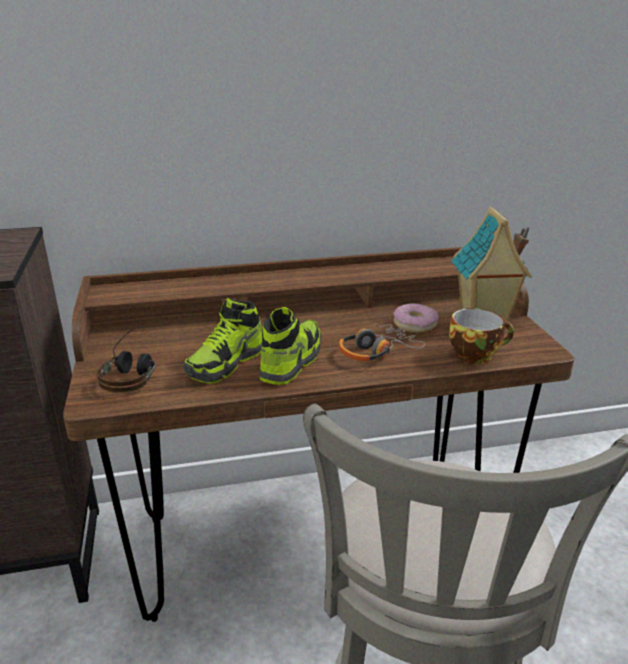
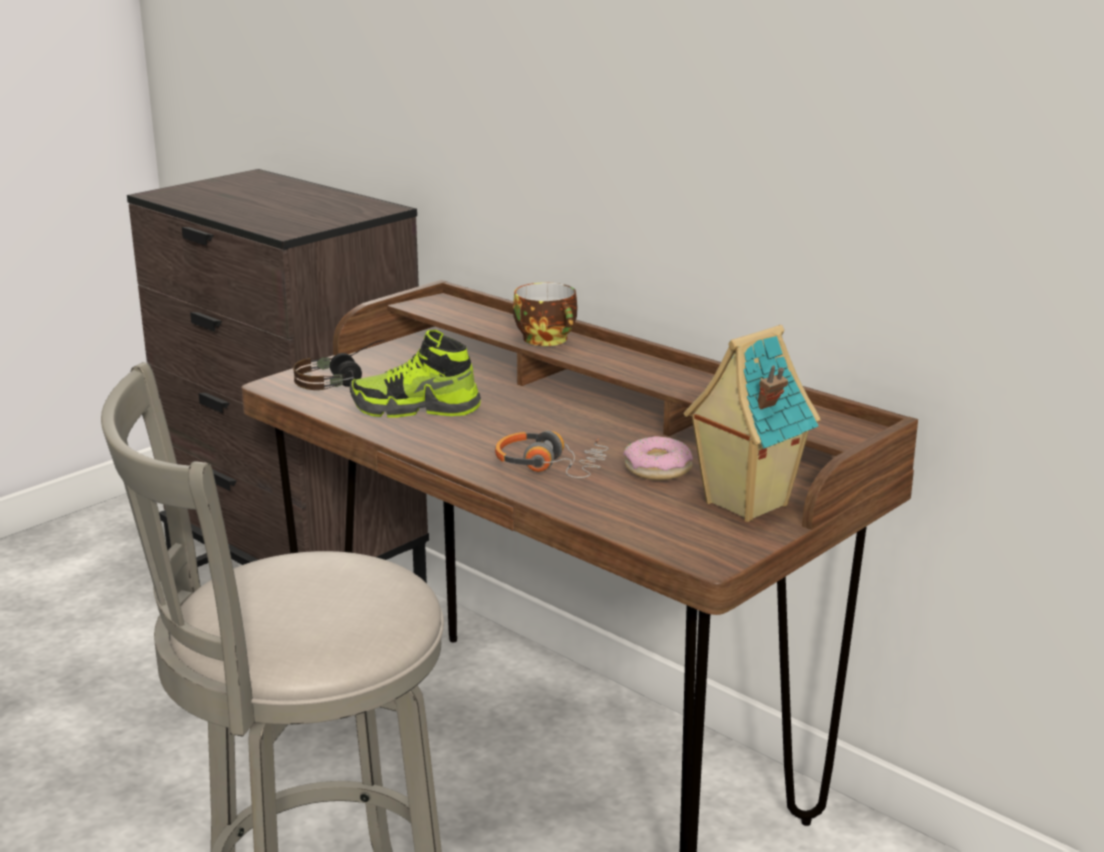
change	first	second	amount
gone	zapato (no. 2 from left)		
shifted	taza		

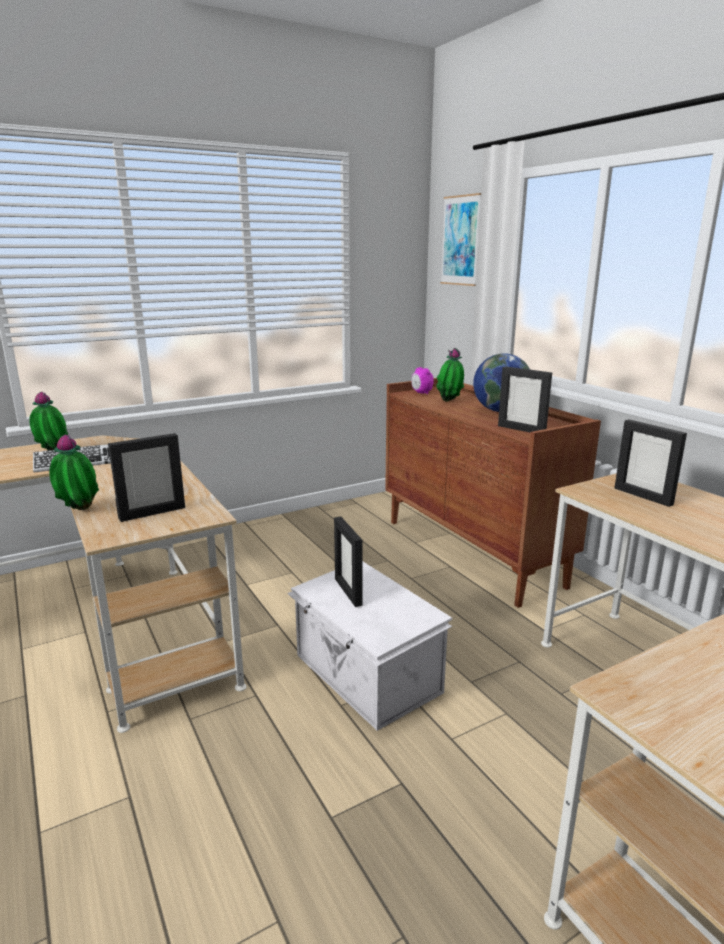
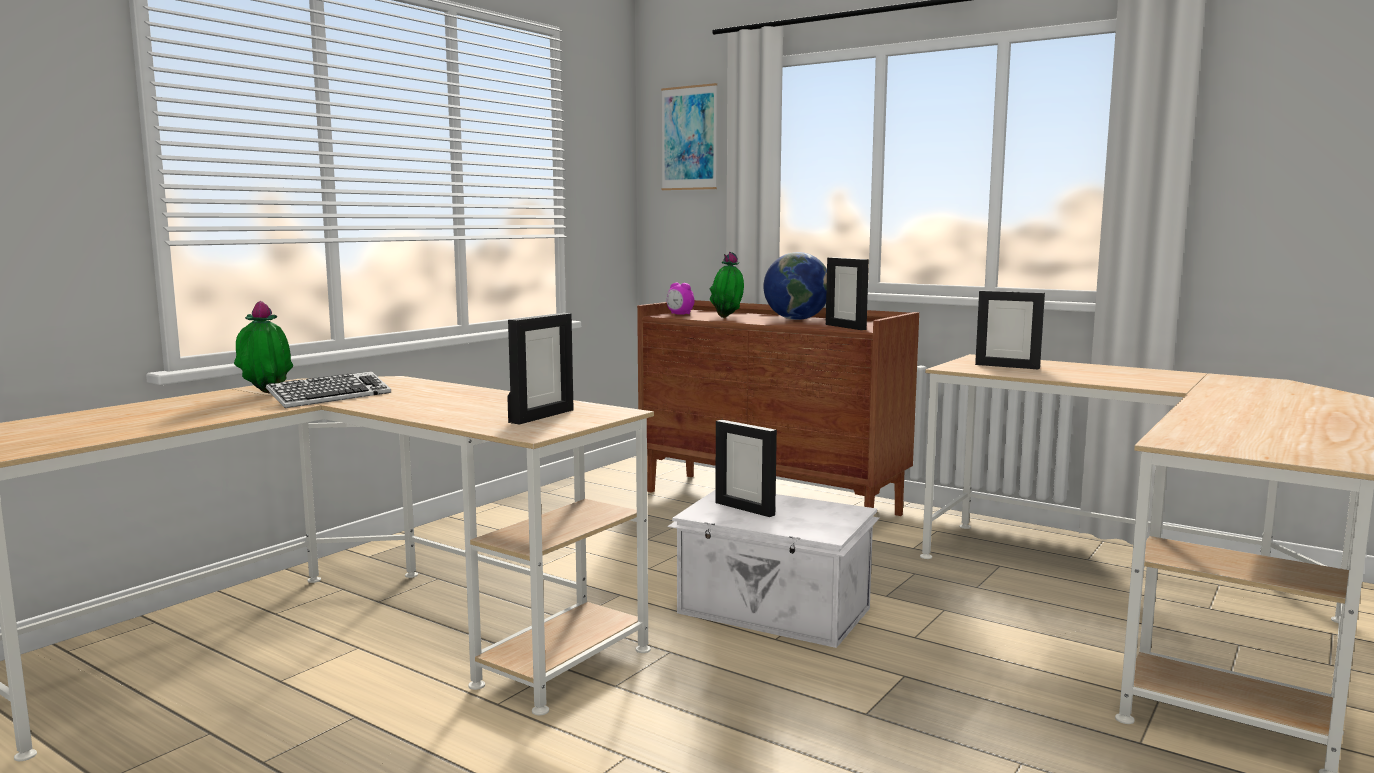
change	first	second	amount
rotated	portarretratos (no. 3 from left)		45 degrees clockwise
gone	planta en maceta (no. 2 from left)		

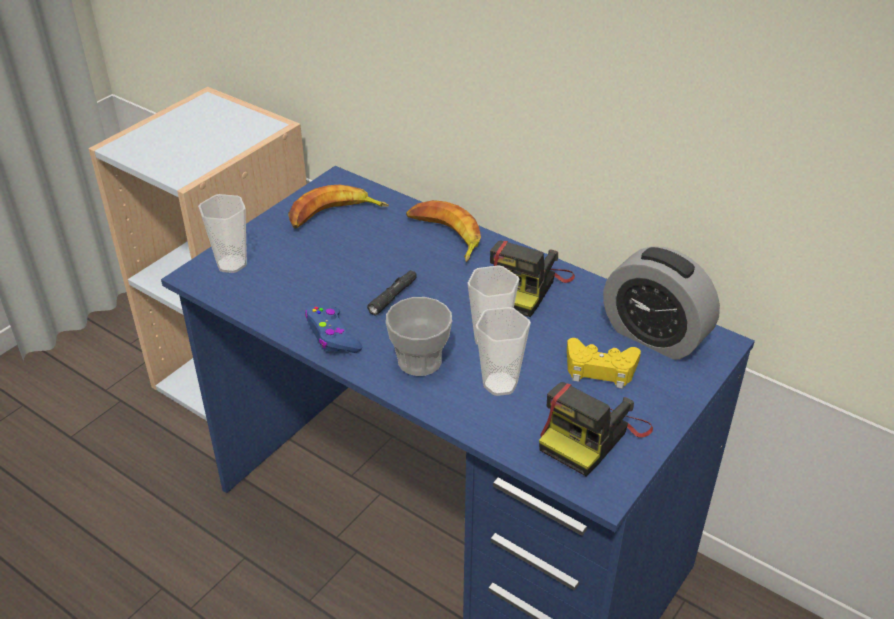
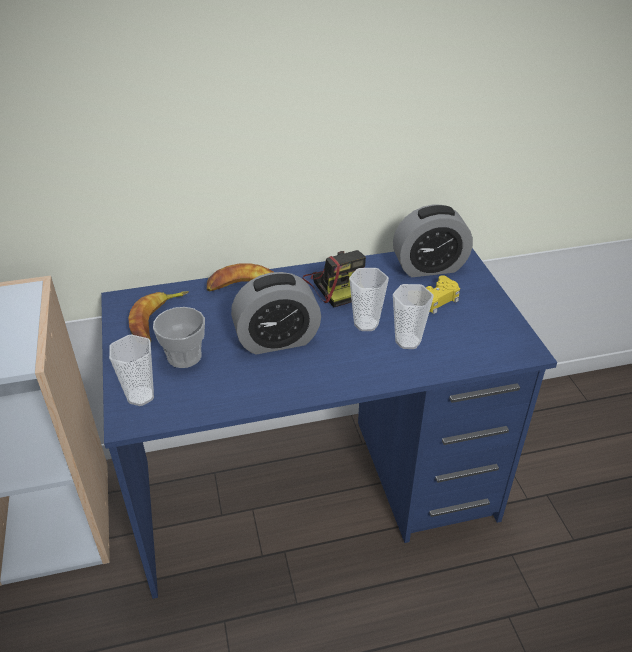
change	first	second	amount
swapped	linterna [negro]	despertador (no. 1 from left)	
shifted	taza (no. 2 from left)		
gone	mando de consola [azul]		
gone	cámara (no. 2 from left)		

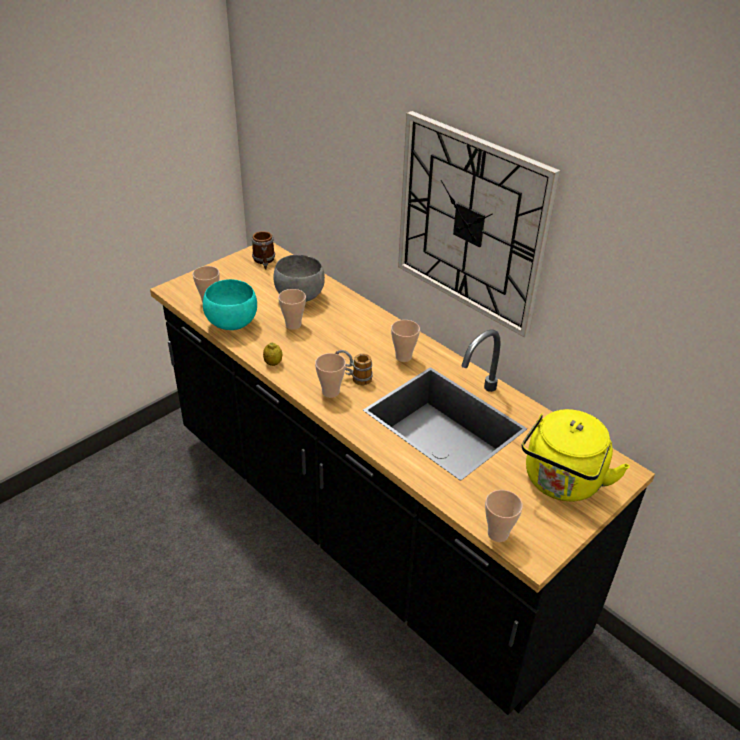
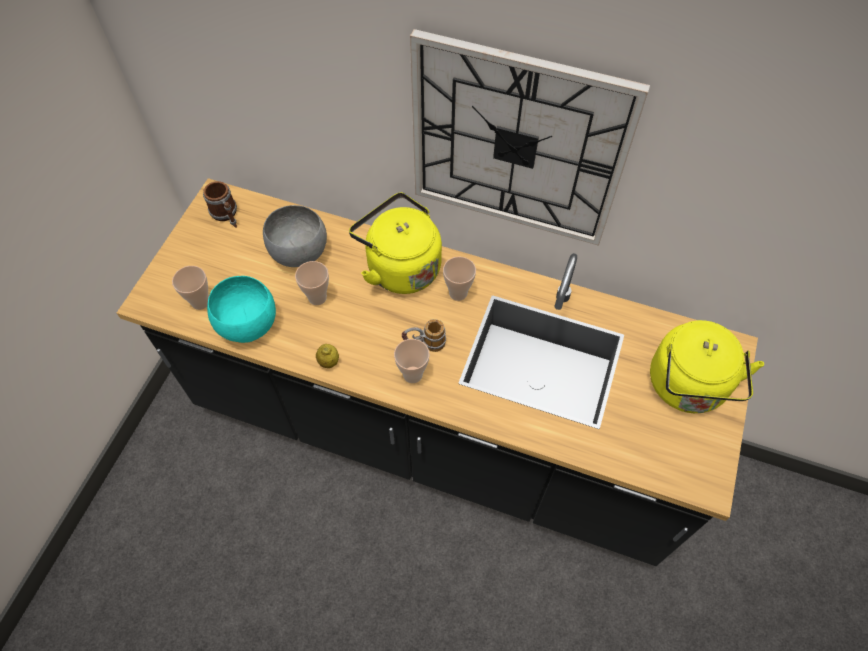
change	first	second	amount
gone	taza (no. 5 from left)		
new		hervidor [amarillo] (no. 1 from left)	

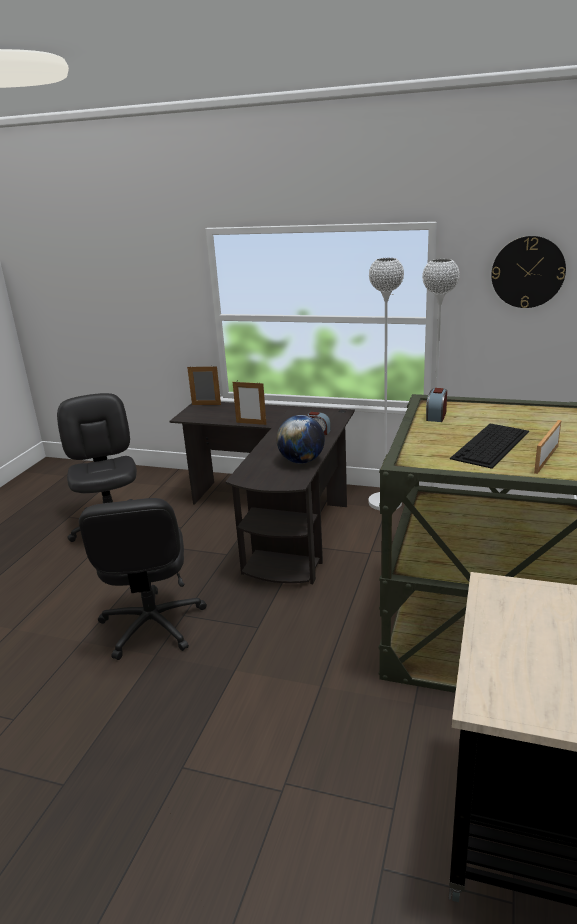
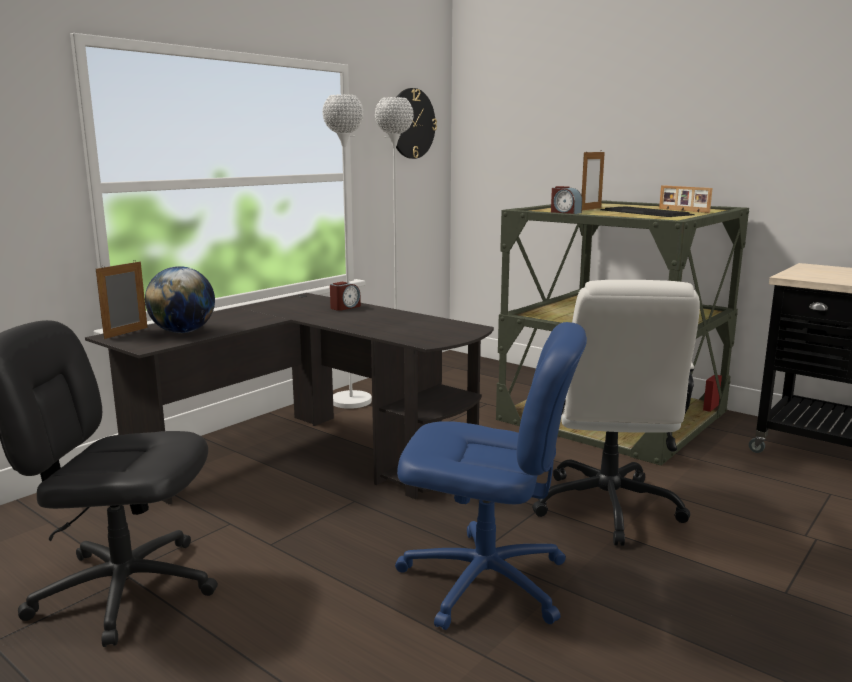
change	first	second	amount
shifted	portarretratos (no. 2 from left)		
shifted	globo terráqueo		
repainted	silla de oficina [negro] (no. 2 from left)	silla de oficina [azul]	
new		silla de oficina [blanco]	

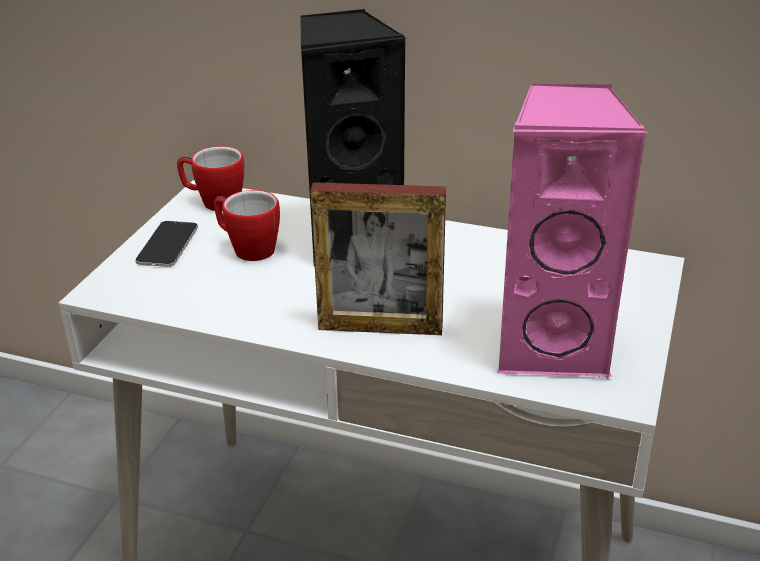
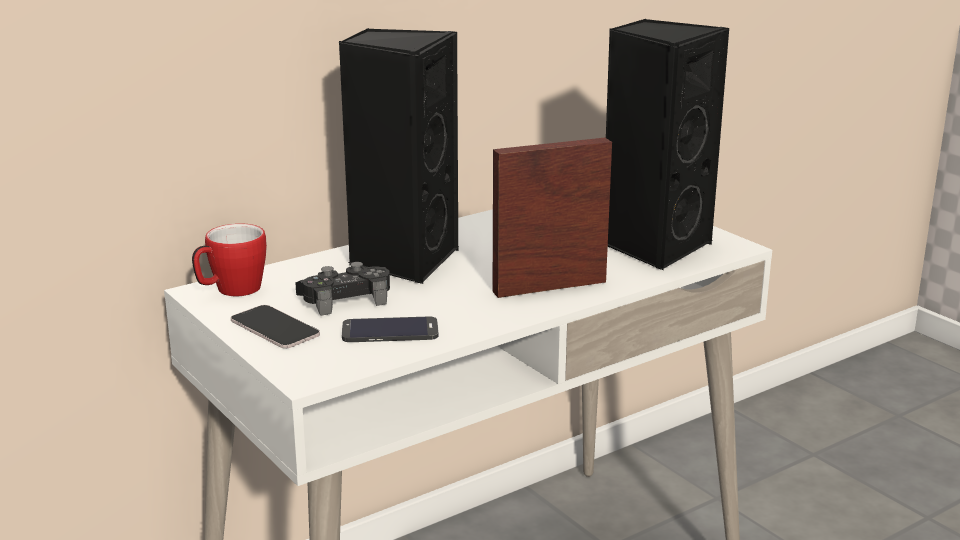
change	first	second	amount
repainted	altavoz [rosa]	altavoz [negro] (no. 2 from left)	
rotated	portarretratos		150 degrees counterclockwise
swapped	taza grande (no. 2 from left)	mando de consola [negro]	
new		móvil (no. 2 from left)	

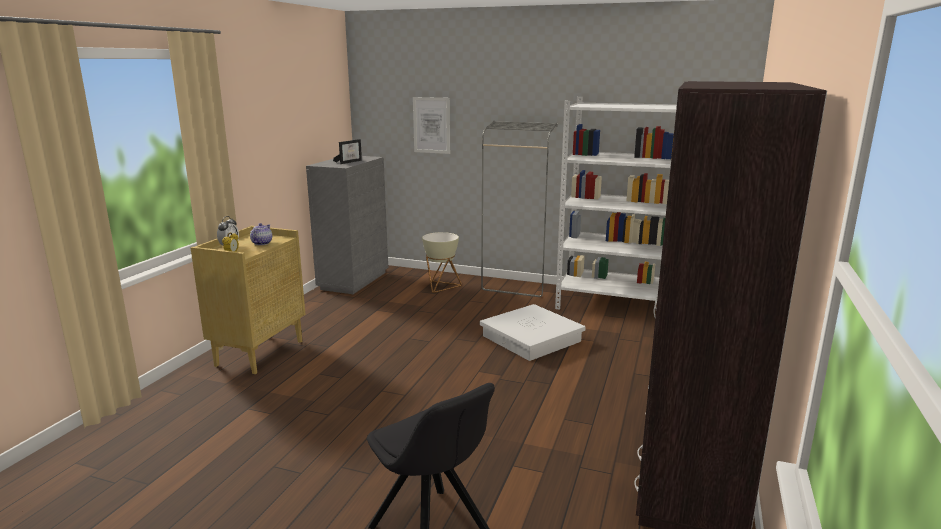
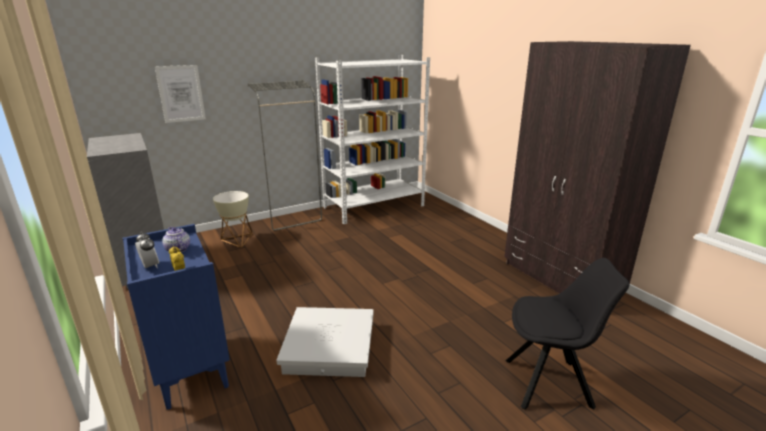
change	first	second	amount
gone	portarretratos		
repainted	armario [beis]	armario [azul]	
shifted	caja de almacenaje [blanco]		

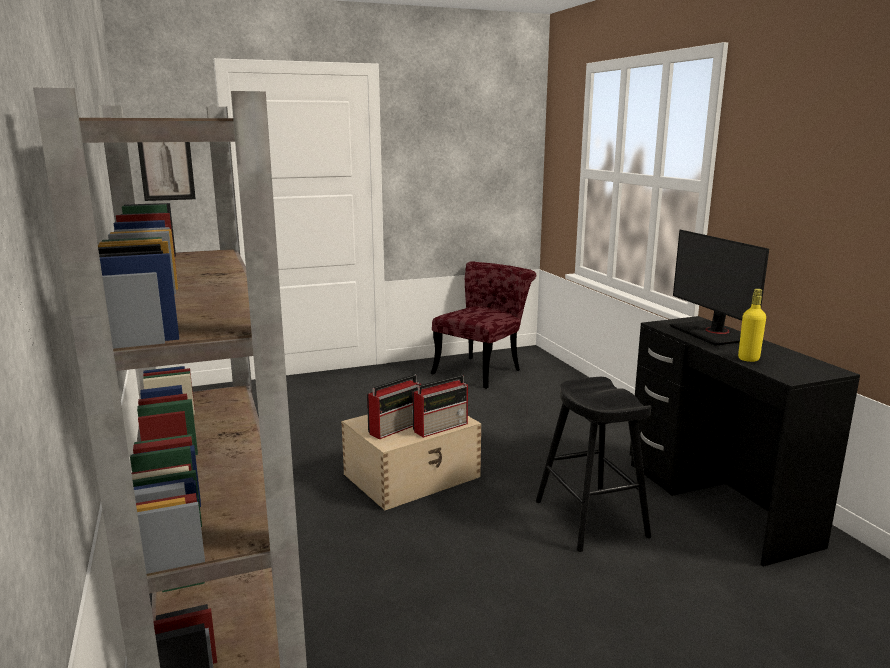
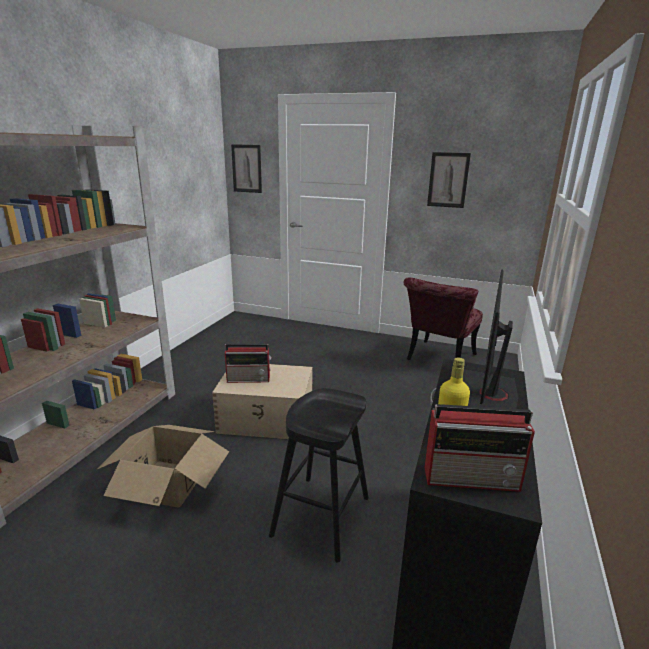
change	first	second	amount
rotated	silla [rojo]		135 degrees clockwise
shifted	radio (no. 2 from left)		
new		cuadro (no. 2 from left)	
new		caja de cartón	

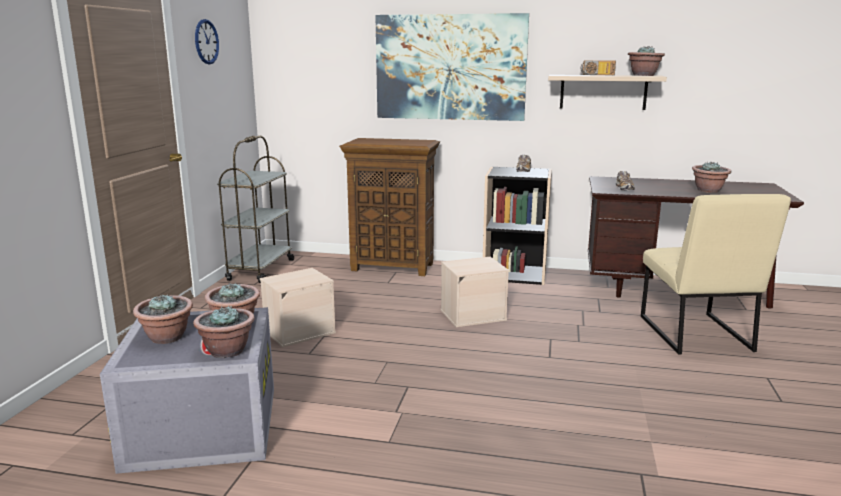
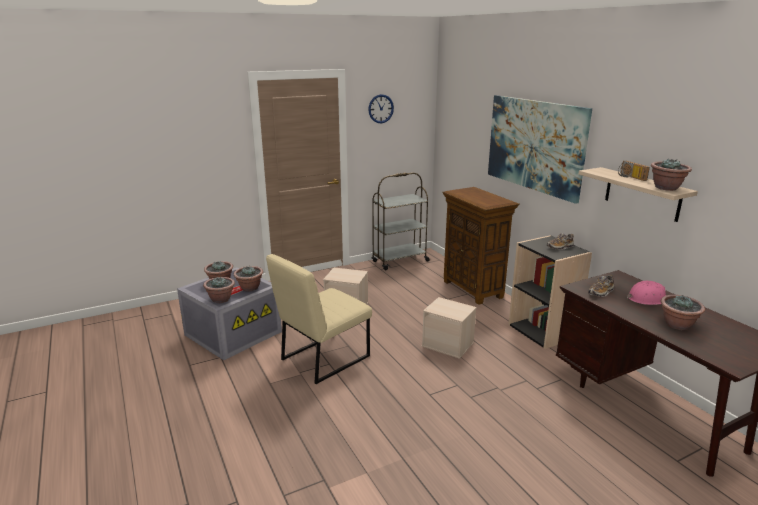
change	first	second	amount
shifted	silla [beis]		
new		casco [rosa]	

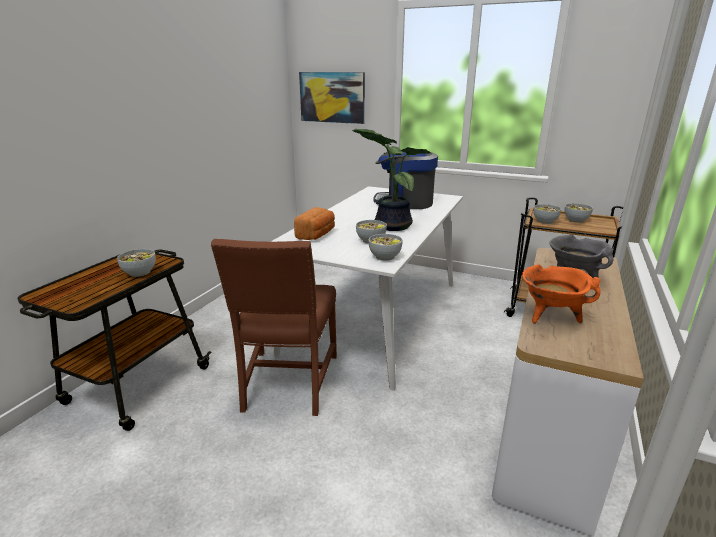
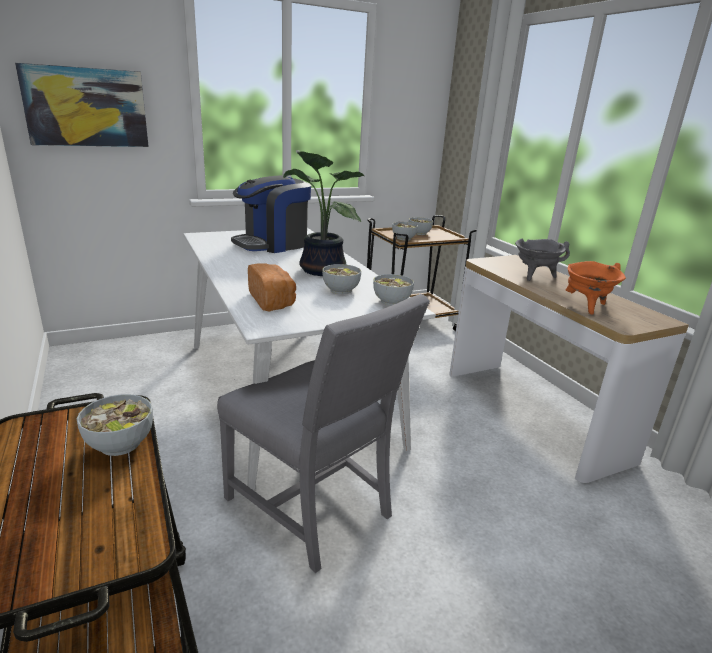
change	first	second	amount
repainted	silla [marrón]	silla [gris]	

